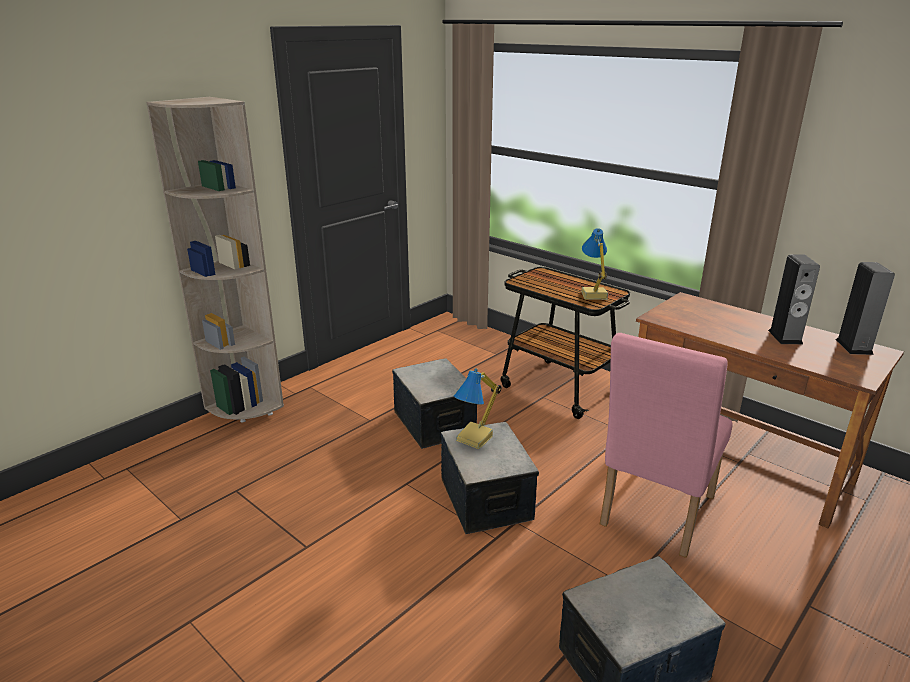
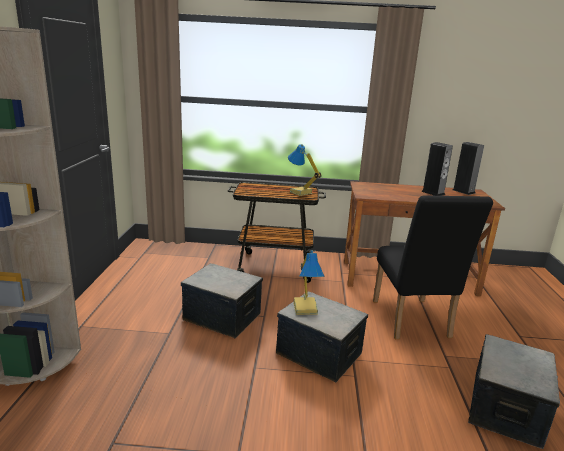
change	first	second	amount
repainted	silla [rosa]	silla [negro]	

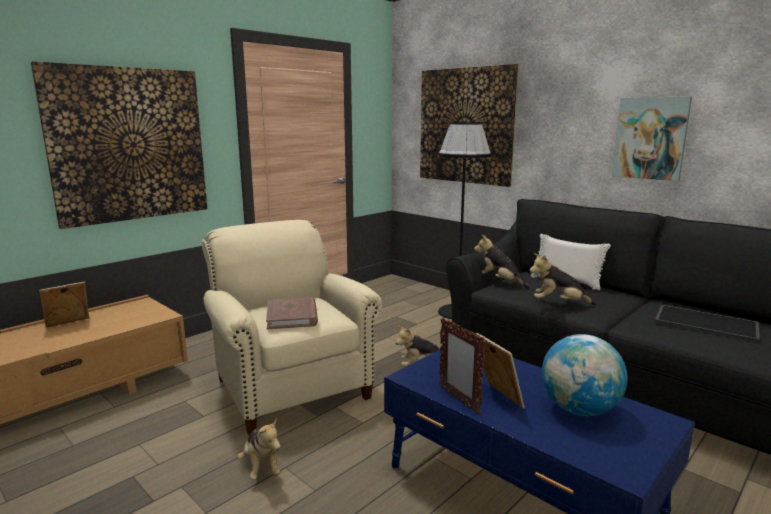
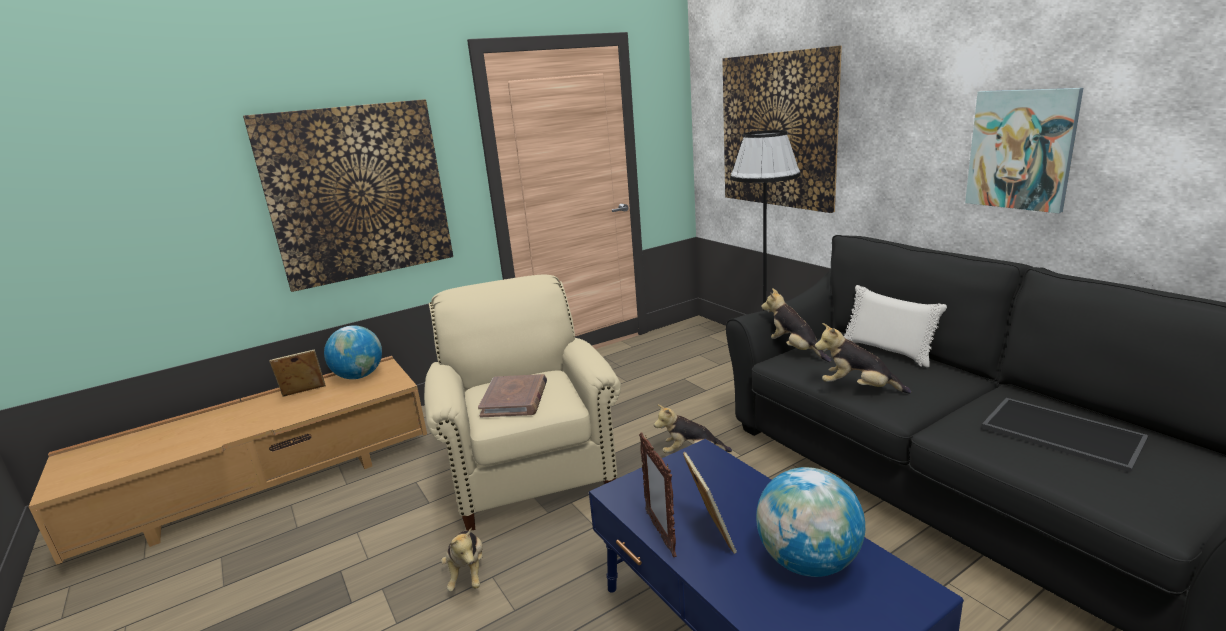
change	first	second	amount
new		globo terráqueo (no. 1 from left)	

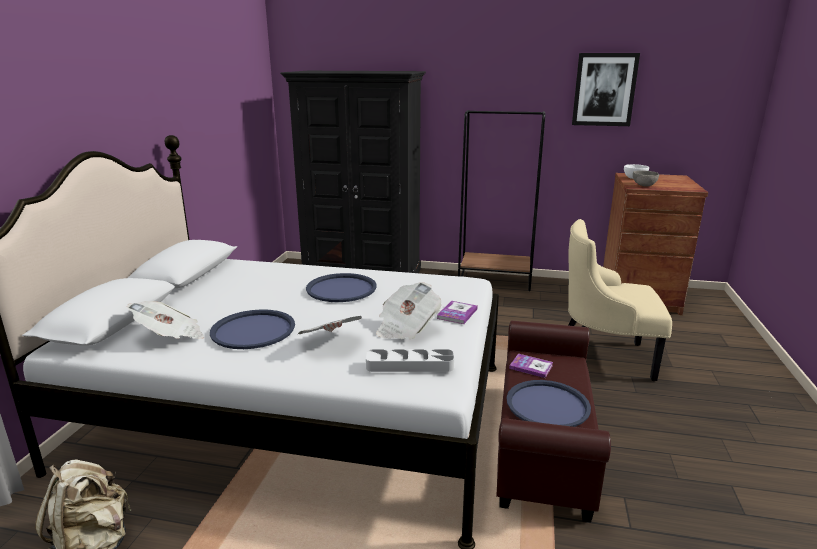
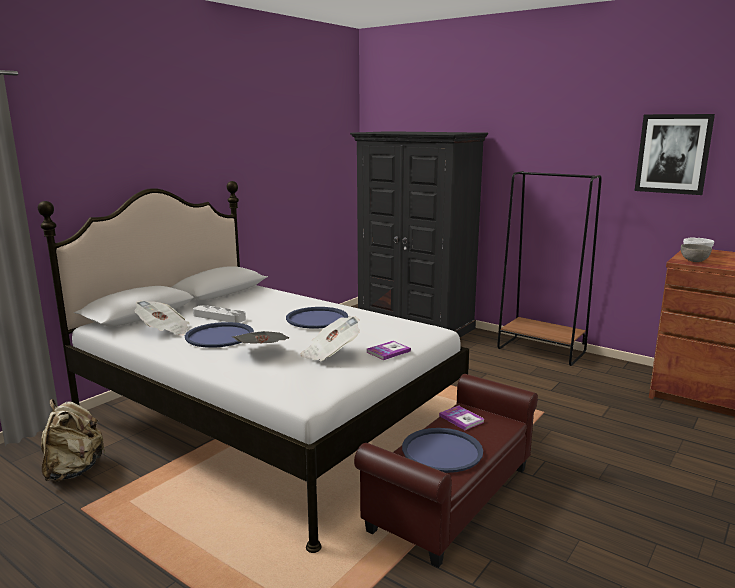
change	first	second	amount
gone	silla [beis]		
shifted	bandeja [gris]		

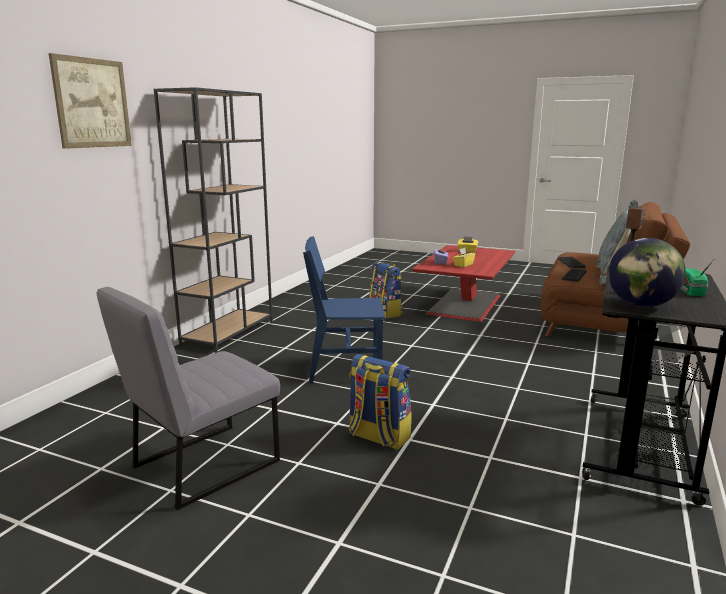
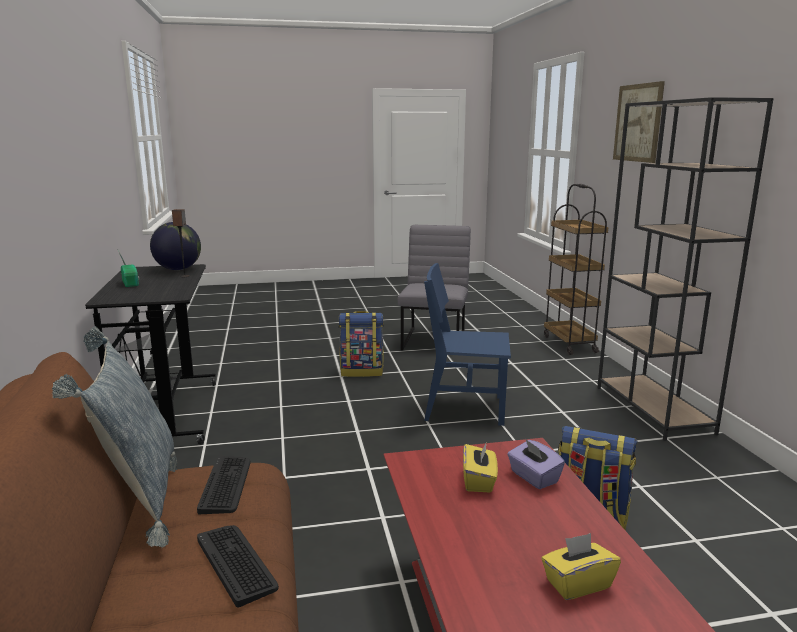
change	first	second	amount
rotated	silla [azul]		135 degrees counterclockwise
new		carrito [marrón]	

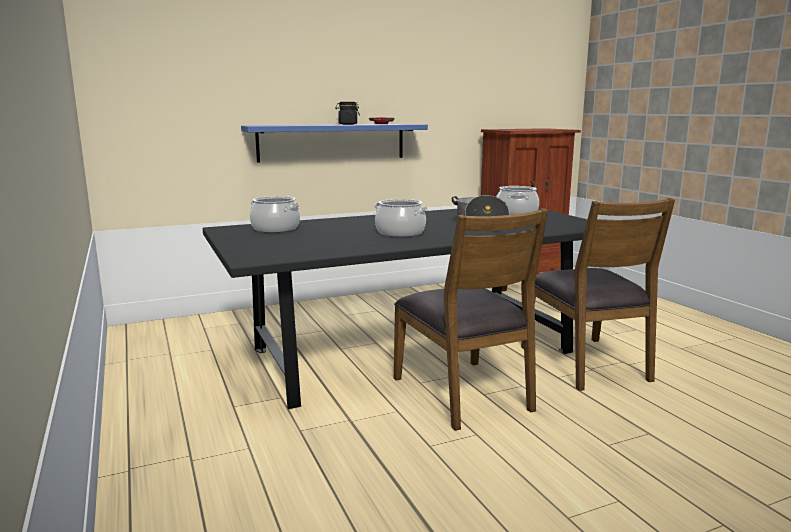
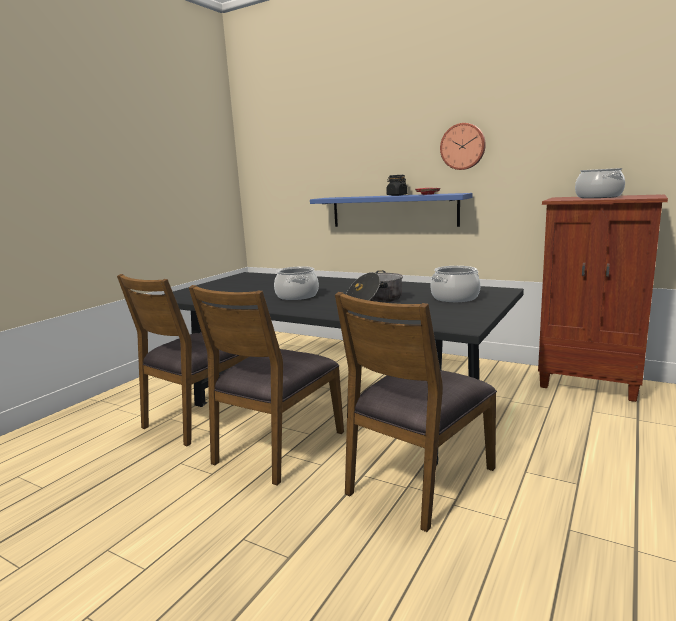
change	first	second	amount
shifted	olla (no. 1 from left in the first image)	olla (no. 4 from left)	
new		reloj de pared	
new		silla [marrón] (no. 1 from left)	

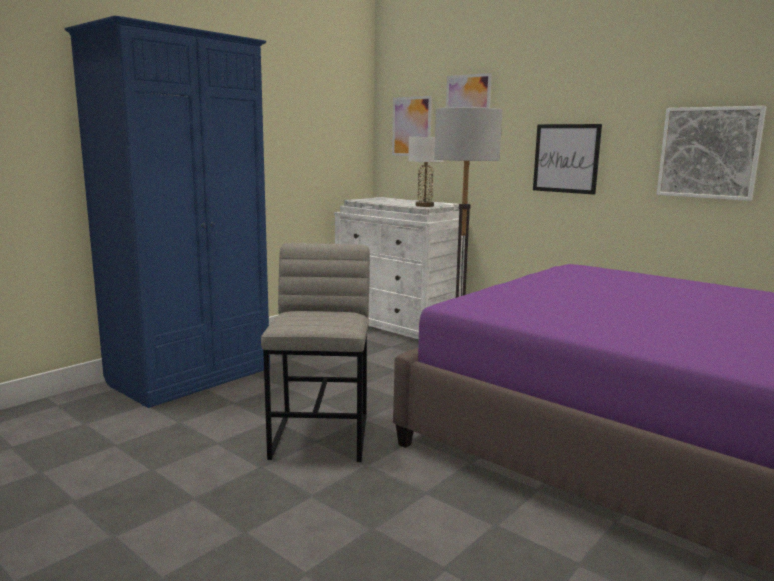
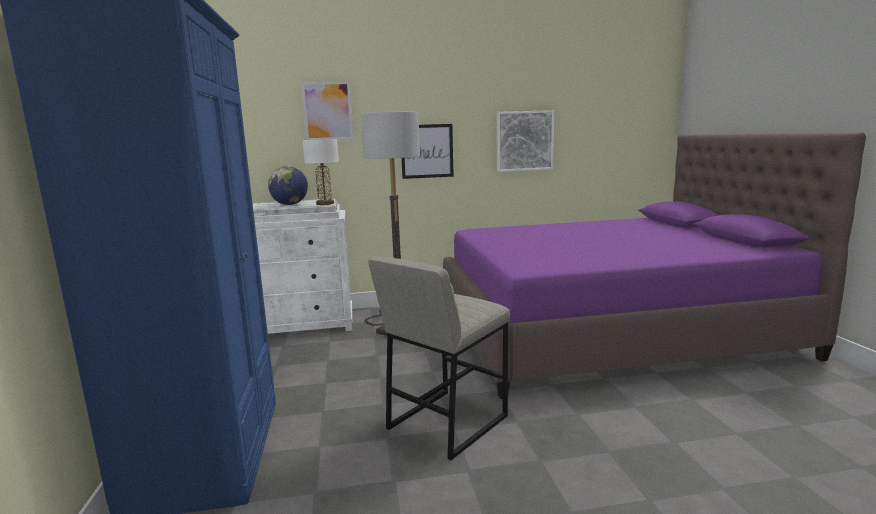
change	first	second	amount
gone	cuadro (no. 1 from left)		
rotated	silla [gris]		90 degrees counterclockwise
new		globo terráqueo	

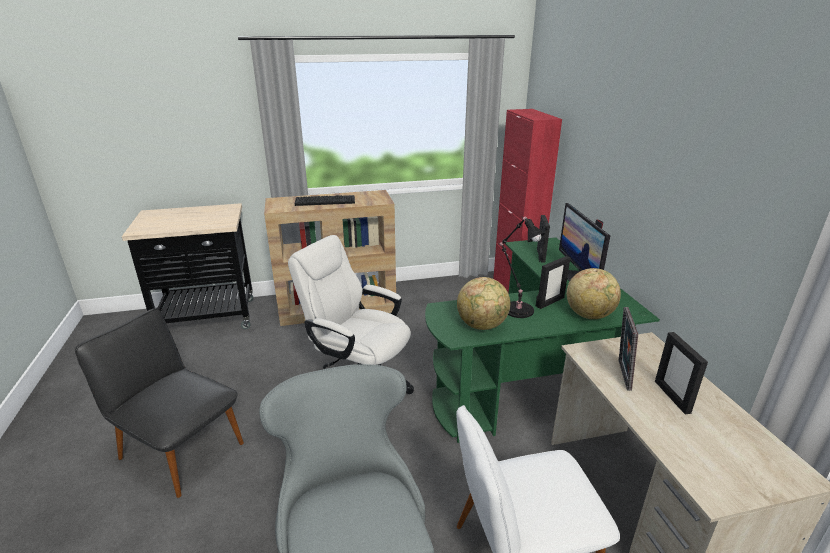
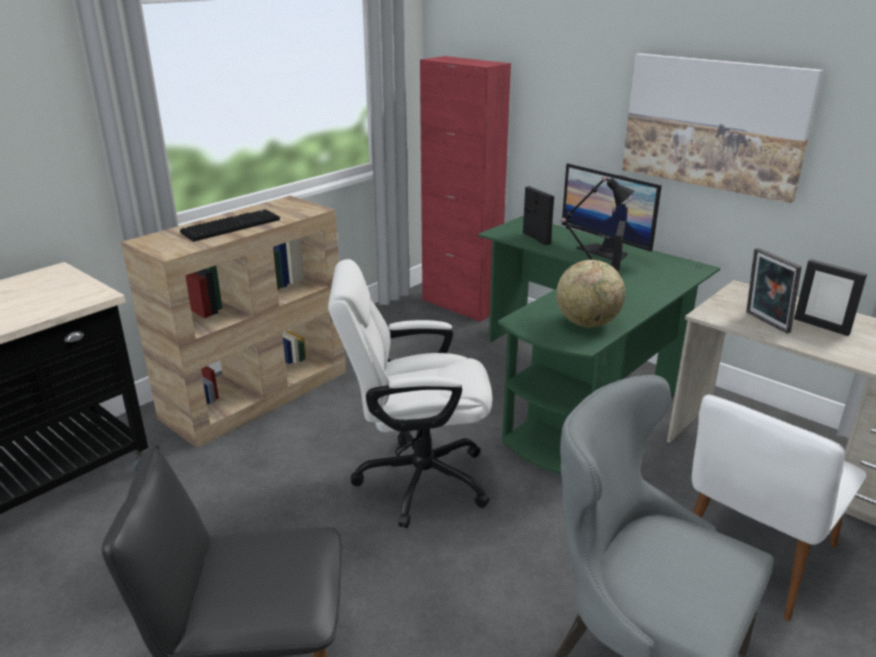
change	first	second	amount
gone	globo terráqueo (no. 2 from left)		
new		cuadro	

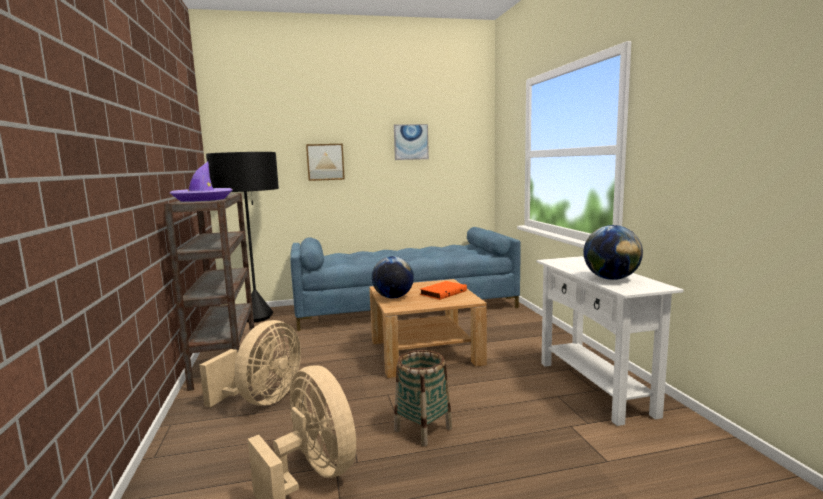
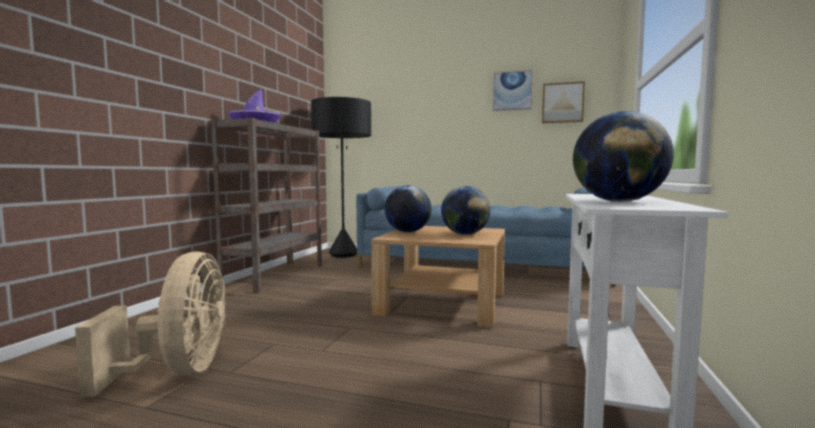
change	first	second	amount
shifted	cuadro (no. 1 from left in the first image)	cuadro (no. 2 from left)	
swapped	libro [naranja]	globo terráqueo (no. 2 from left)	
gone	ventilador [beis] (no. 1 from left)		
gone	cesta		

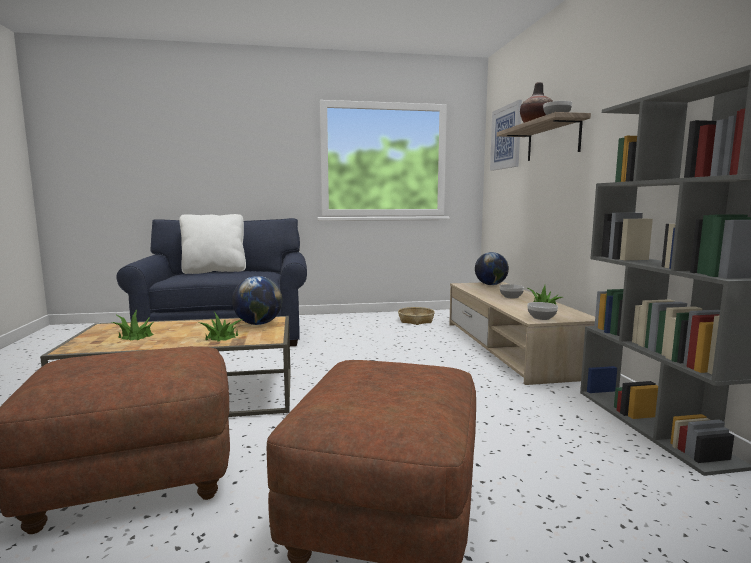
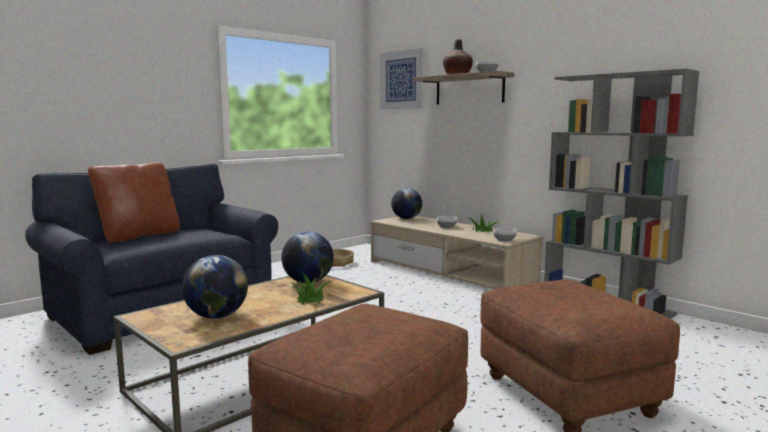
change	first	second	amount
repainted	cojín [blanco]	cojín [marrón]	
swapped	planta en maceta (no. 1 from left)	globo terráqueo (no. 1 from left)	

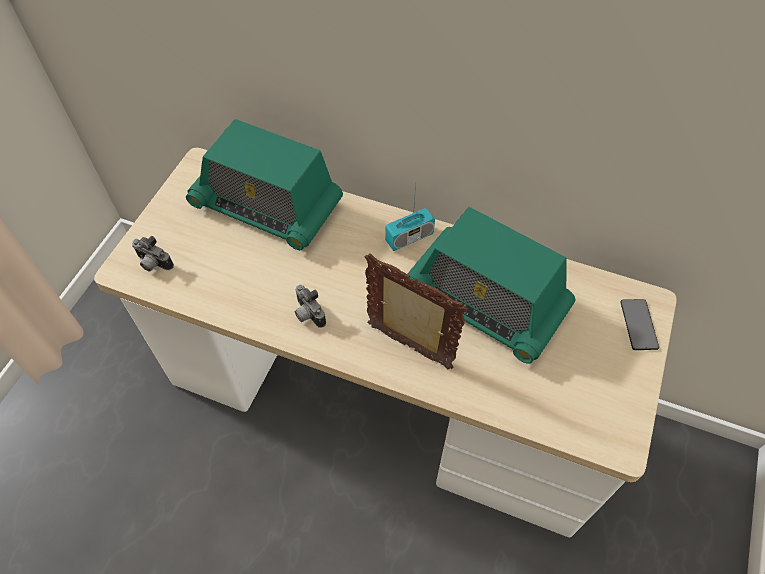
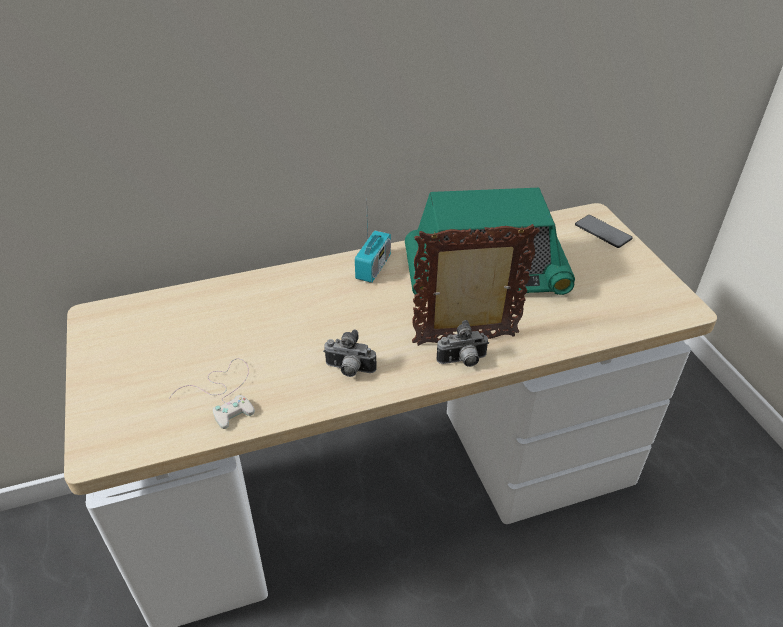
change	first	second	amount
gone	radio (no. 1 from left)		
shifted	cámara (no. 1 from left in the first image)	cámara (no. 2 from left)	
new		mando de consola [blanco]	

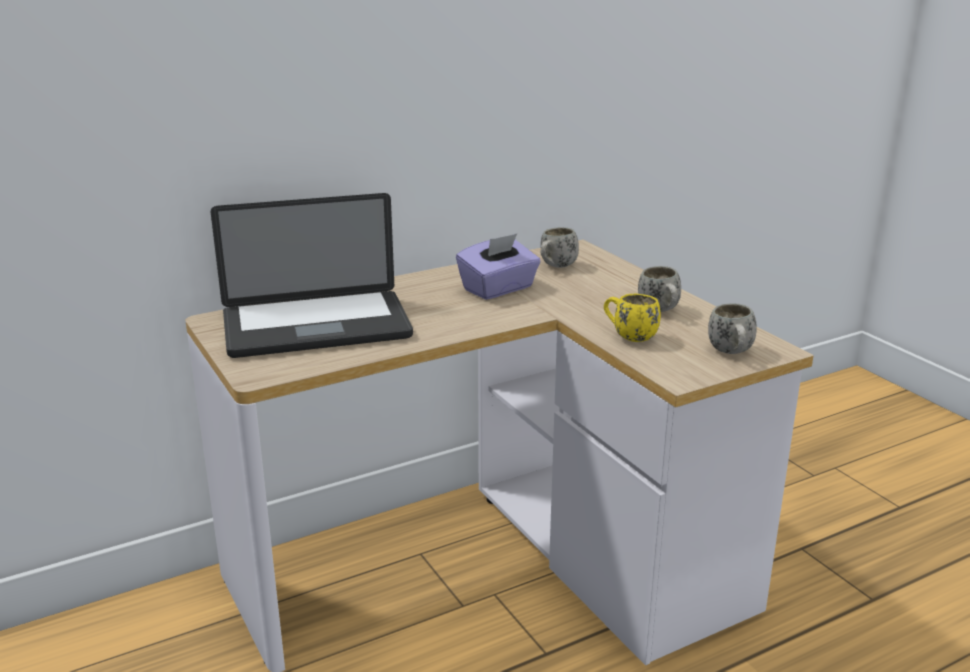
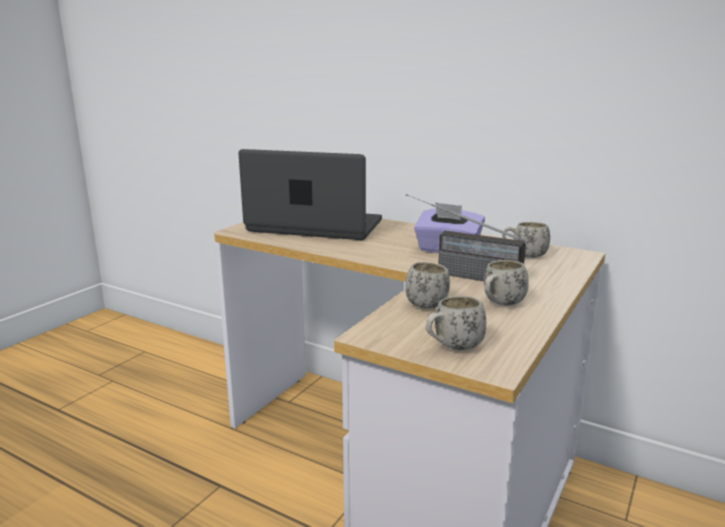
change	first	second	amount
rotated	portátil		150 degrees clockwise
repainted	taza grande [amarillo]	taza grande [blanco] (no. 1 from left)	
new		radio	

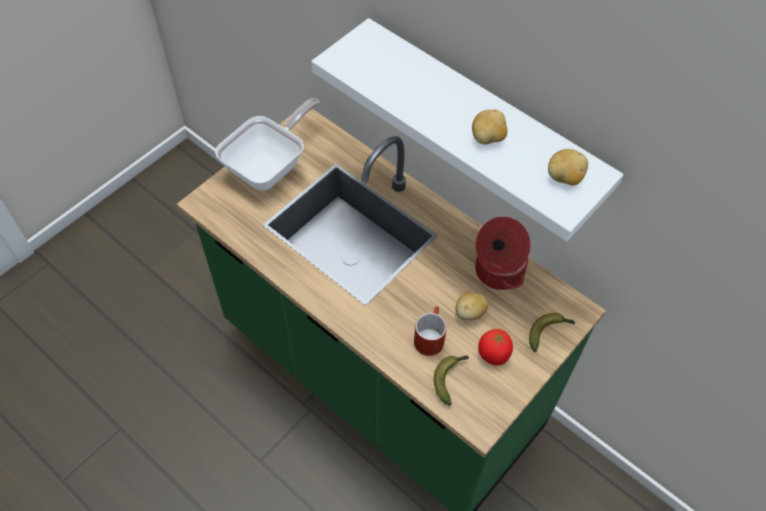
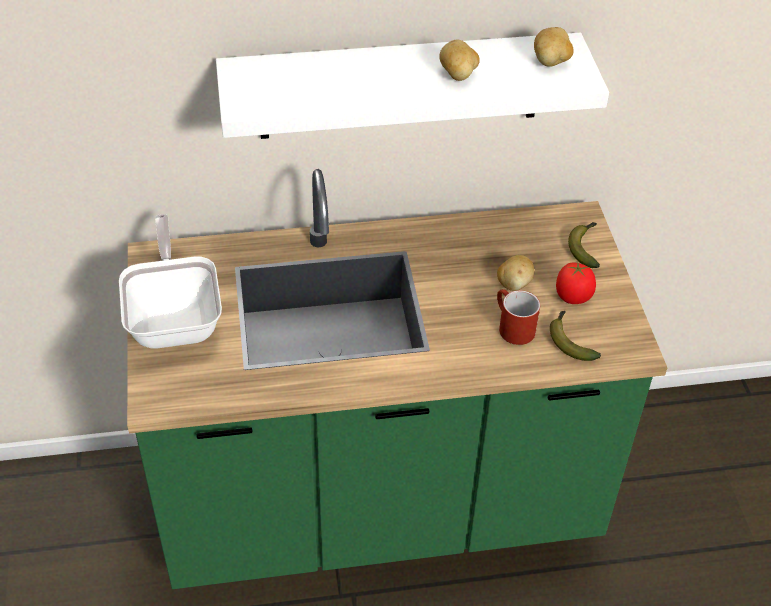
change	first	second	amount
gone	olla		

